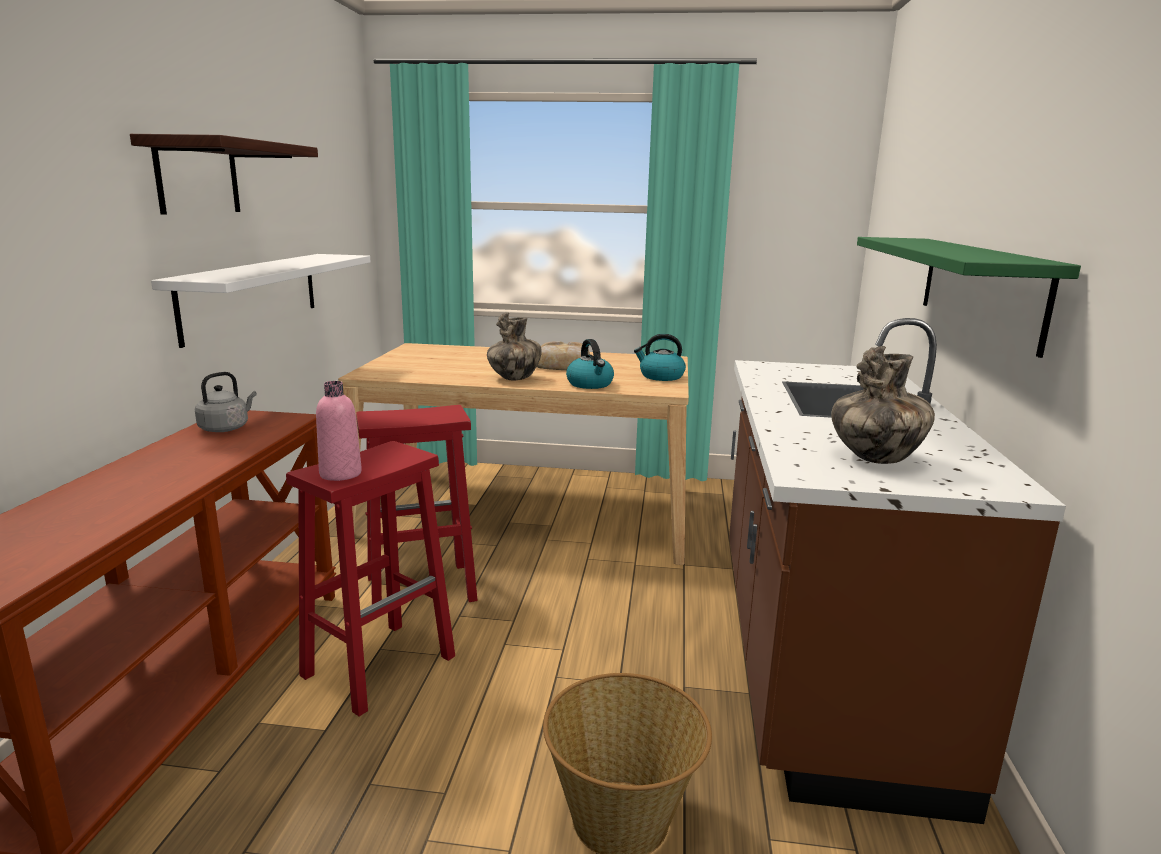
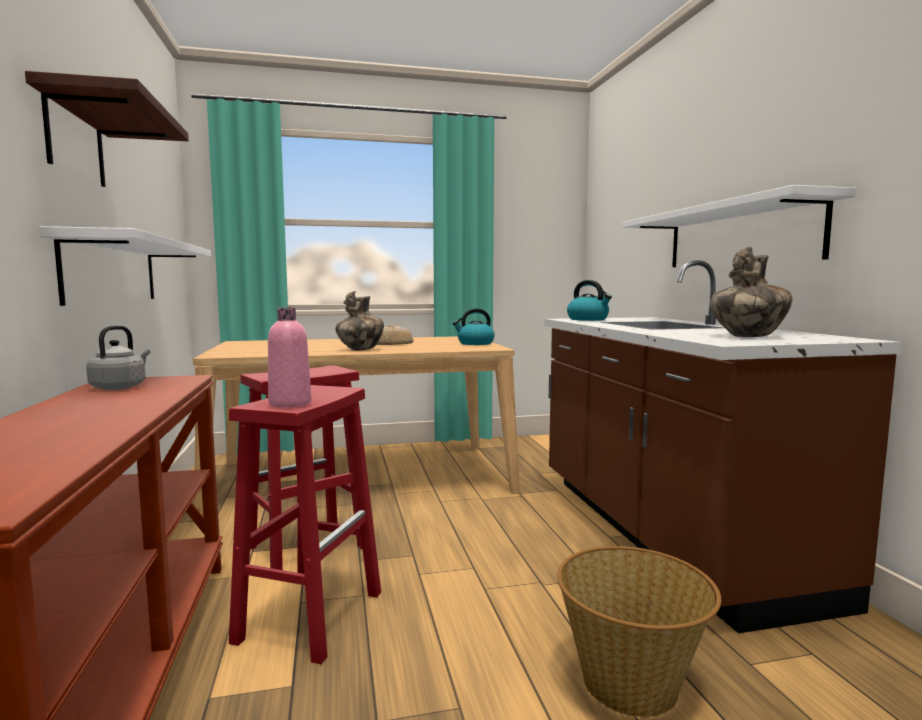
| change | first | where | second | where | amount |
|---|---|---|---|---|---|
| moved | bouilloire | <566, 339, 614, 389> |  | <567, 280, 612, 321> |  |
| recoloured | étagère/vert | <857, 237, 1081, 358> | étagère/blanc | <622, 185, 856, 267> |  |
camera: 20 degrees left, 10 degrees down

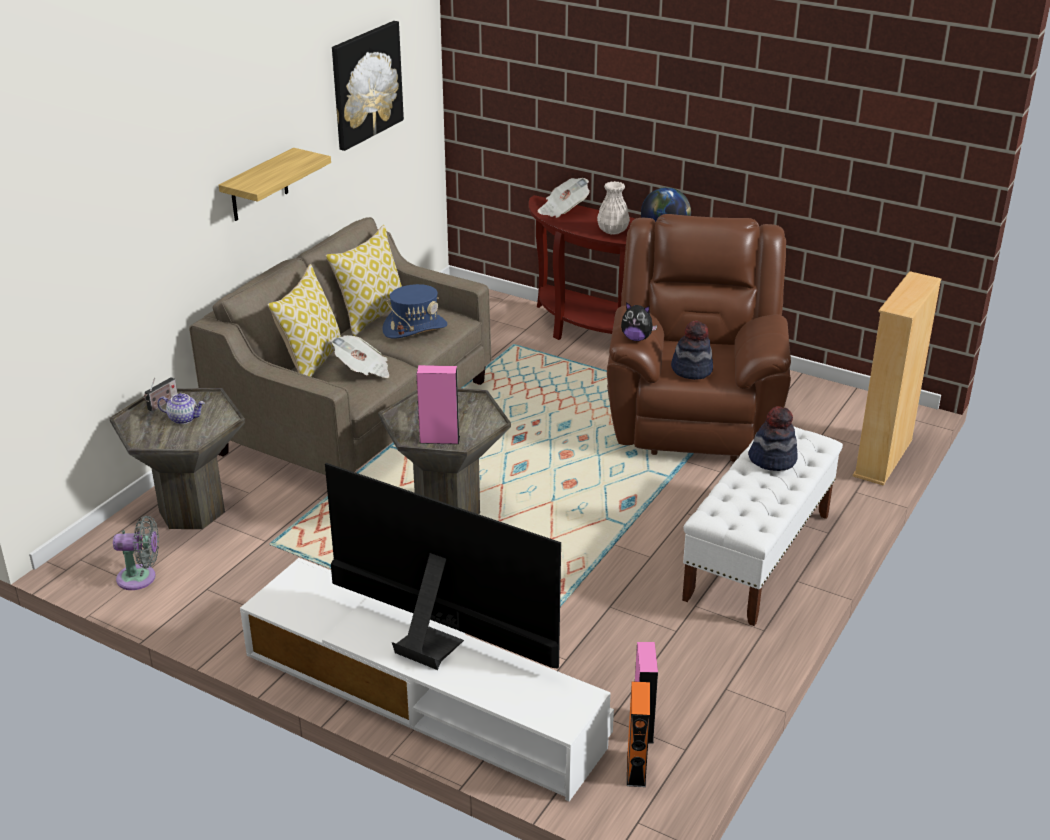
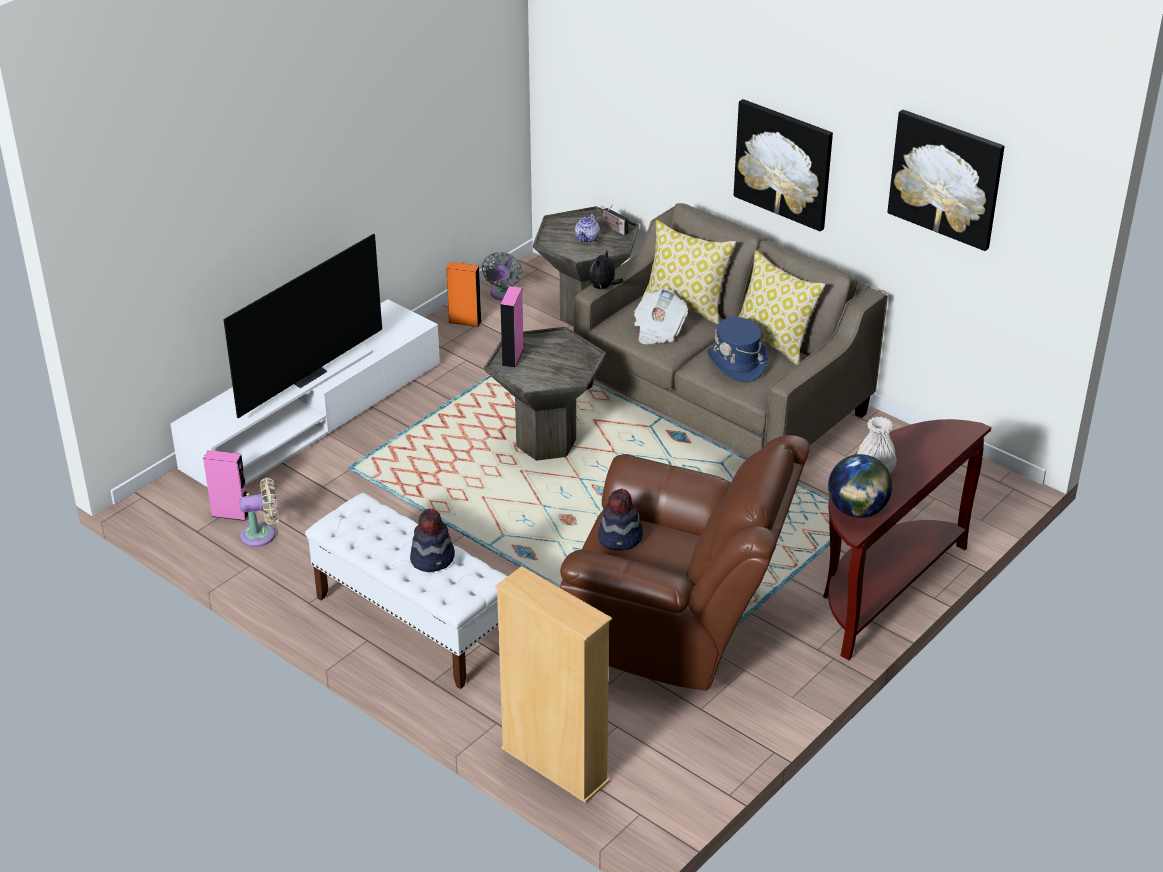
| change | first | where | second | where | amount |
|---|---|---|---|---|---|
| added |  |  | ventilateur/beige | <239, 477, 279, 547> |  |
| moved | enceinte/orange | <627, 681, 650, 787> |  | <446, 262, 482, 327> |  |
| moved | peluche | <621, 302, 657, 341> |  | <589, 250, 623, 289> |  |
| replaced | étagère | <219, 148, 331, 221> | tableau | <734, 99, 833, 231> |  |
| removed | journal | <538, 178, 590, 218> |  |  |  |
camera: 100 degrees right, 5 degrees up

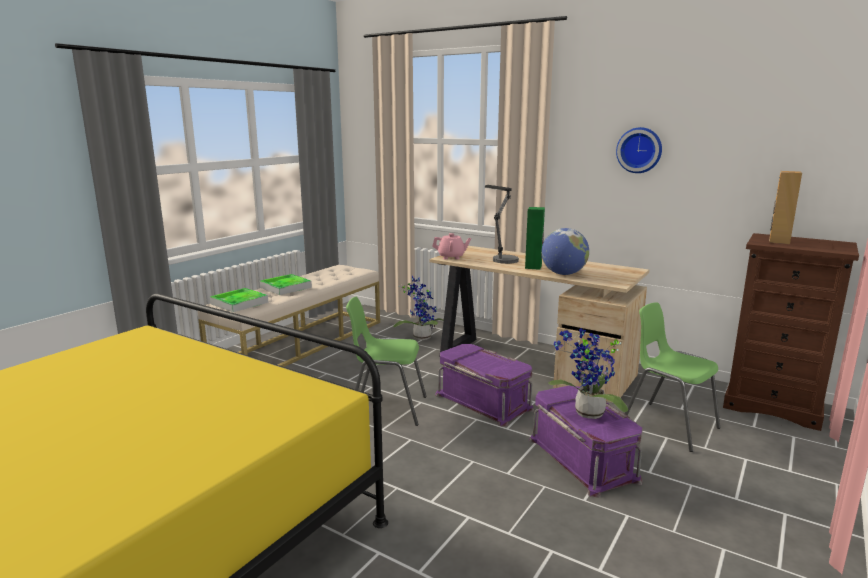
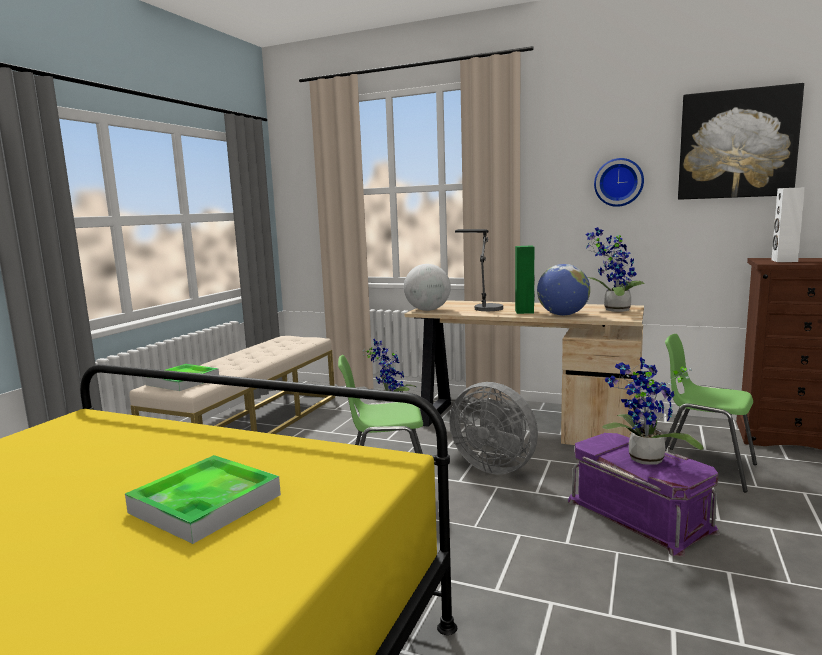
| change | first | where | second | where | amount |
|---|---|---|---|---|---|
| moved | plateau | <260, 274, 312, 295> |  | <125, 455, 281, 544> |  |
| replaced | théière/rose | <432, 233, 471, 259> | globe | <404, 264, 451, 311> |  |
| replaced | boîte de rangement/violet | <436, 344, 534, 426> | ventilateur/gris | <449, 382, 538, 474> |  |
| added |  |  | plante en pot | <586, 227, 645, 312> |  |
| added |  |  | tableau | <678, 83, 804, 200> |  |
| recoloured | enceinte/marron | <769, 171, 802, 244> | enceinte/blanc | <771, 187, 805, 262> |  |
camera: 10 degrees left, 5 degrees down

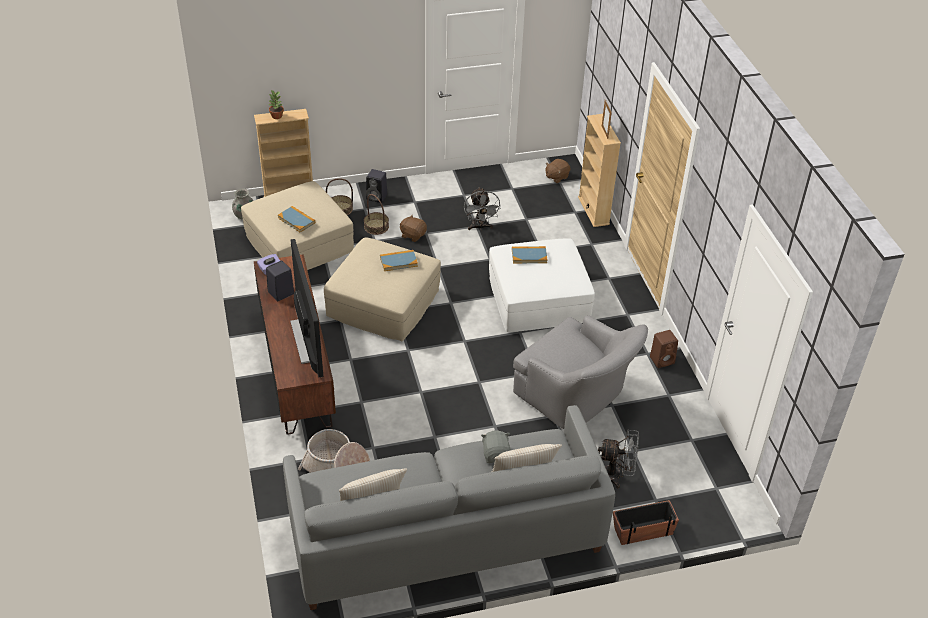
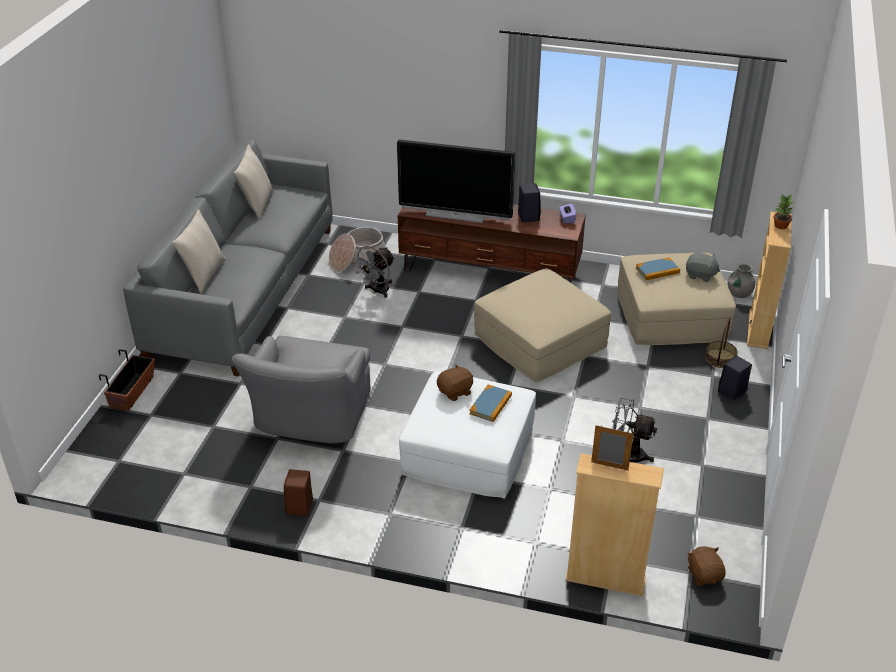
| change | first | where | second | where | amount |
|---|---|---|---|---|---|
| turned | fauteuil/gris | <513, 316, 648, 429> |  | <232, 336, 371, 443> | 60 degrees counterclockwise |
| moved | ventilateur/gris | <598, 429, 639, 489> |  | <352, 246, 395, 298> |  |
| moved | peluche/marron | <400, 215, 427, 242> |  | <437, 364, 473, 401> |  |
| moved | peluche/gris | <481, 430, 511, 463> |  | <686, 252, 720, 282> |  |
| removed | panier | <364, 194, 389, 235> |  |  |  |
| removed | livre | <380, 250, 418, 271> |  |  |  |
camera: 120 degrees right, 5 degrees down

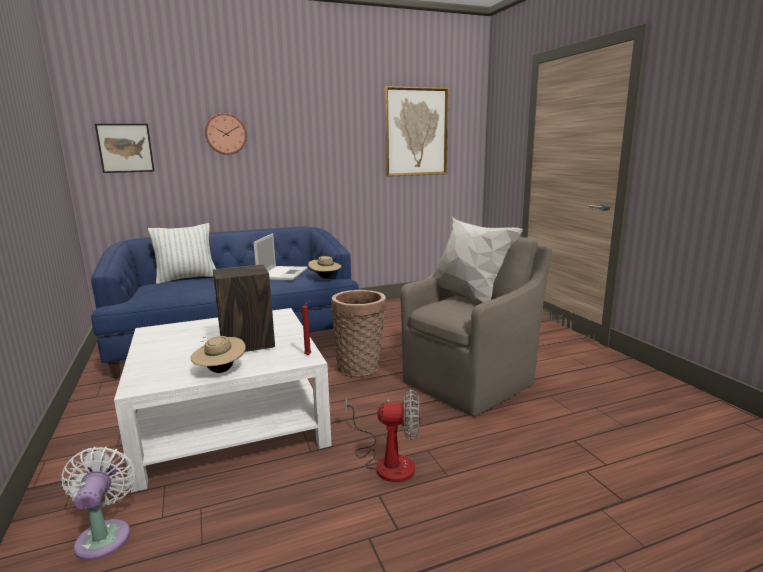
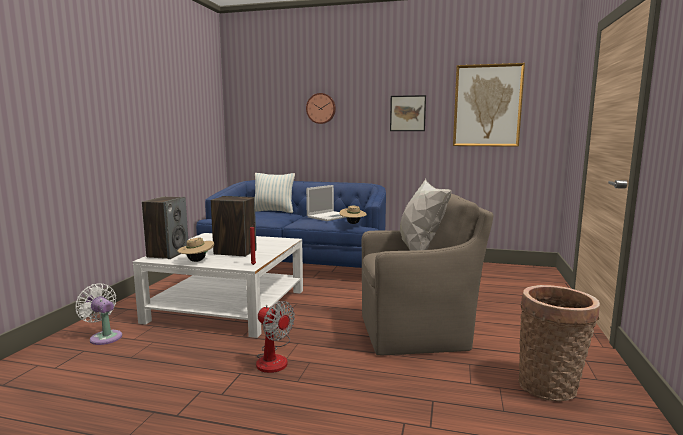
| change | first | where | second | where | amount |
|---|---|---|---|---|---|
| turned | ventilateur/blanc | <62, 446, 135, 560> |  | <75, 283, 122, 345> | 75 degrees counterclockwise |
| added |  |  | enceinte | <142, 197, 188, 259> |  |
| moved | tableau | <95, 124, 154, 173> |  | <390, 95, 426, 131> |  |
| moved | panier | <331, 290, 387, 377> |  | <519, 285, 600, 402> |  |
camera: 35 degrees right, 5 degrees down

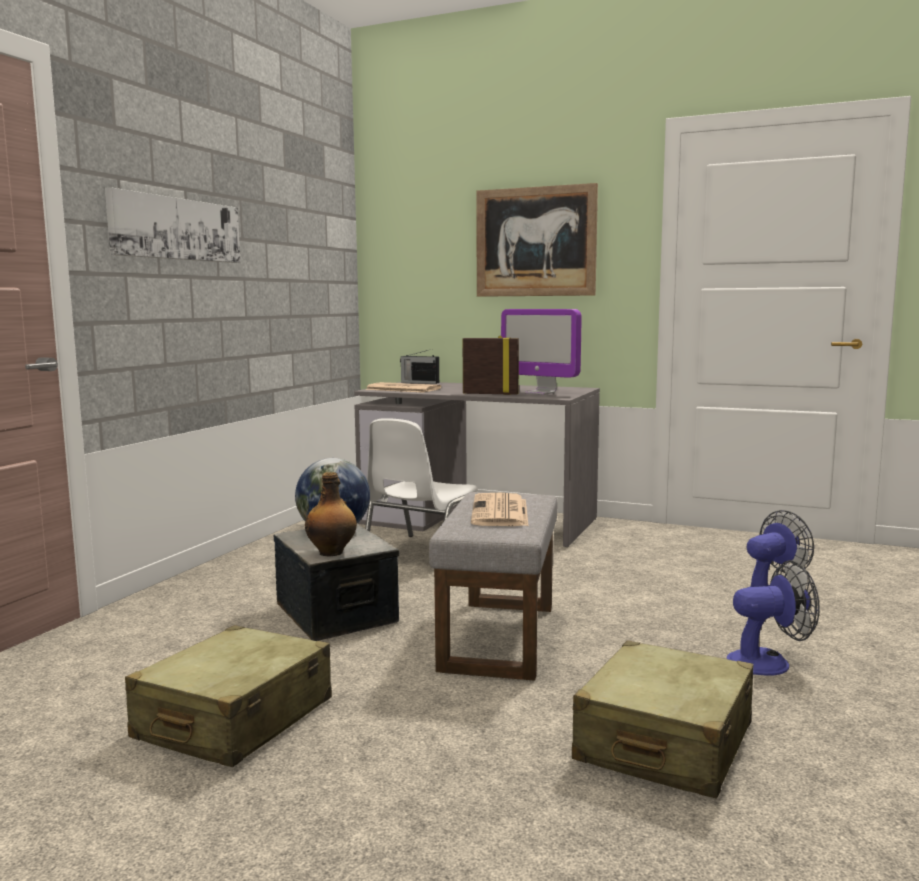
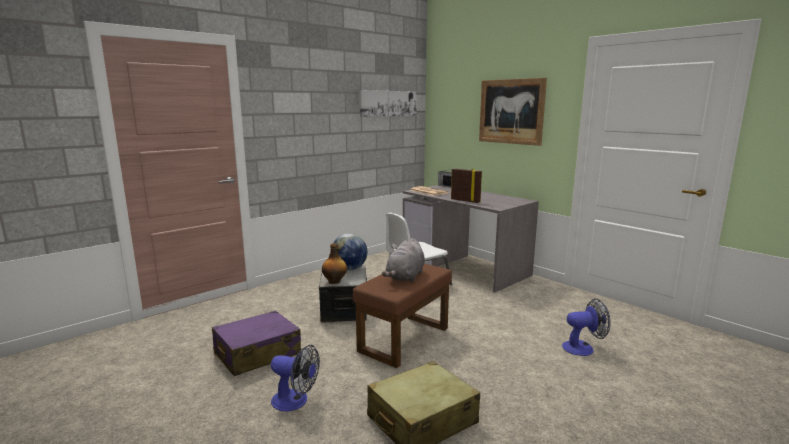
| change | first | where | second | where | amount |
|---|---|---|---|---|---|
| recoloured | valise/beige | <125, 625, 332, 767> | valise/violet | <212, 311, 301, 376> |  |
| moved | ventilateur | <727, 560, 819, 675> |  | <271, 345, 320, 412> |  |
| recoloured | pouf/gris | <429, 492, 557, 681> | pouf/marron | <353, 264, 452, 368> |  |
| moved | tableau | <105, 187, 240, 263> |  | <359, 90, 417, 117> |  |
| replaced | journal | <471, 493, 528, 526> | peluche/gris | <382, 238, 425, 282> |  |
| removed | écran d'ordinateur | <501, 309, 581, 395> |  |  |  |
camera: 25 degrees right, 5 degrees up

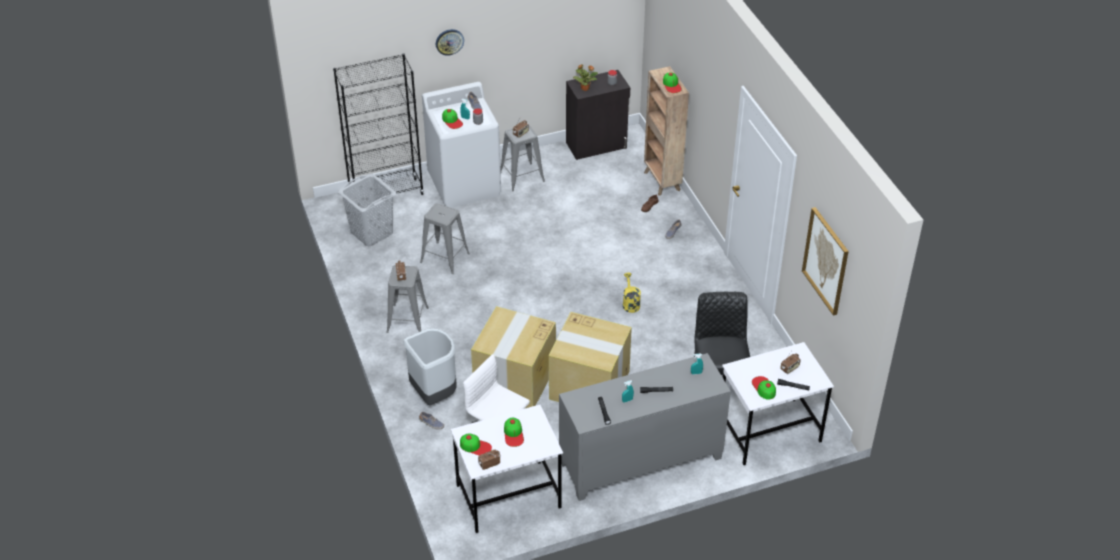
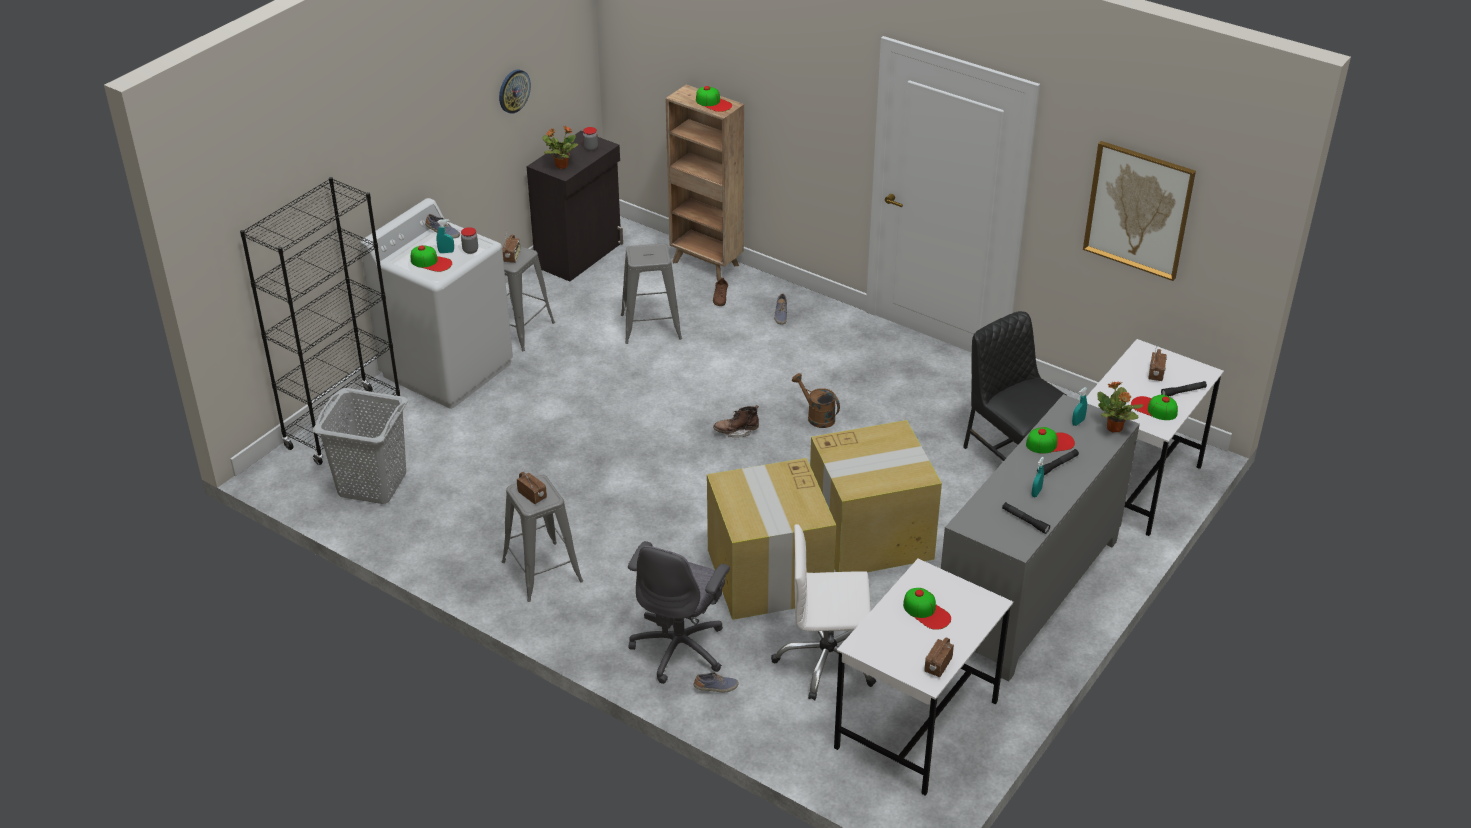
| change | first | where | second | where | amount |
|---|---|---|---|---|---|
| moved | horloge murale | <436, 29, 464, 56> |  | <499, 70, 531, 114> |  |
| moved | tabouret/gris | <420, 203, 470, 274> |  | <621, 243, 682, 344> |  |
| replaced | poubelle/gris | <403, 328, 457, 405> | chaise de bureau/gris | <628, 541, 730, 684> |  |
| added |  |  | botte/marron | <713, 405, 759, 438> |  |
| recoloured | arrosoir/jaune | <623, 273, 641, 313> | arrosoir/marron | <792, 373, 840, 428> |  |
| moved | casquette | <460, 433, 492, 455> |  | <1026, 427, 1075, 453> |  |
| added |  |  | plante en pot | <1097, 381, 1143, 432> |  |
camera: 35 degrees left, 5 degrees down

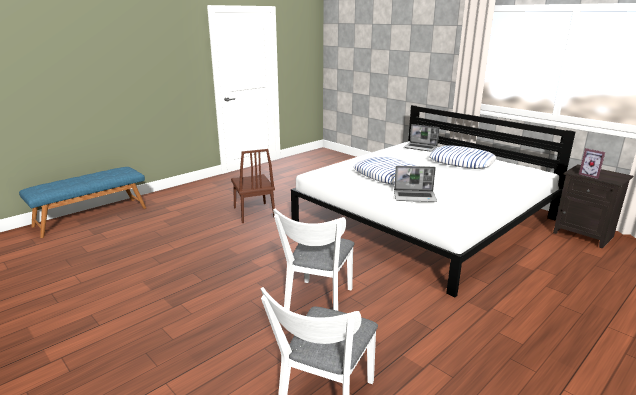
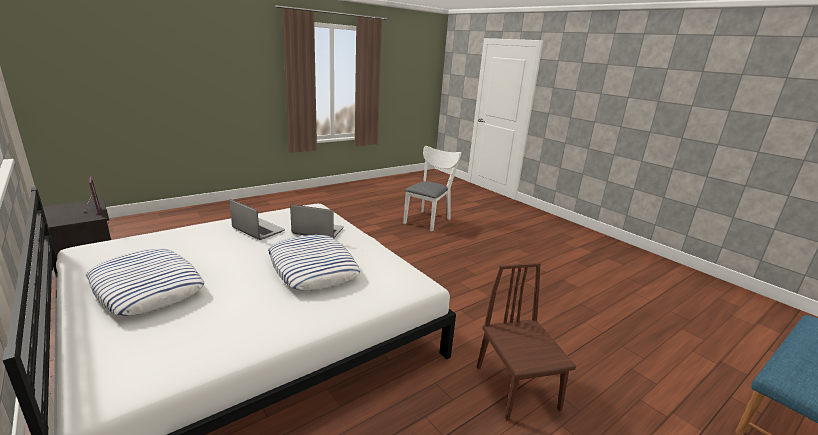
| change | first | where | second | where | amount |
|---|---|---|---|---|---|
| moved | ordinateur portable | <404, 124, 439, 152> |  | <229, 199, 285, 240> |  |
| removed | chaise/blanc | <273, 209, 354, 311> |  |  |  |
camera: 175 degrees left, 0 degrees up

